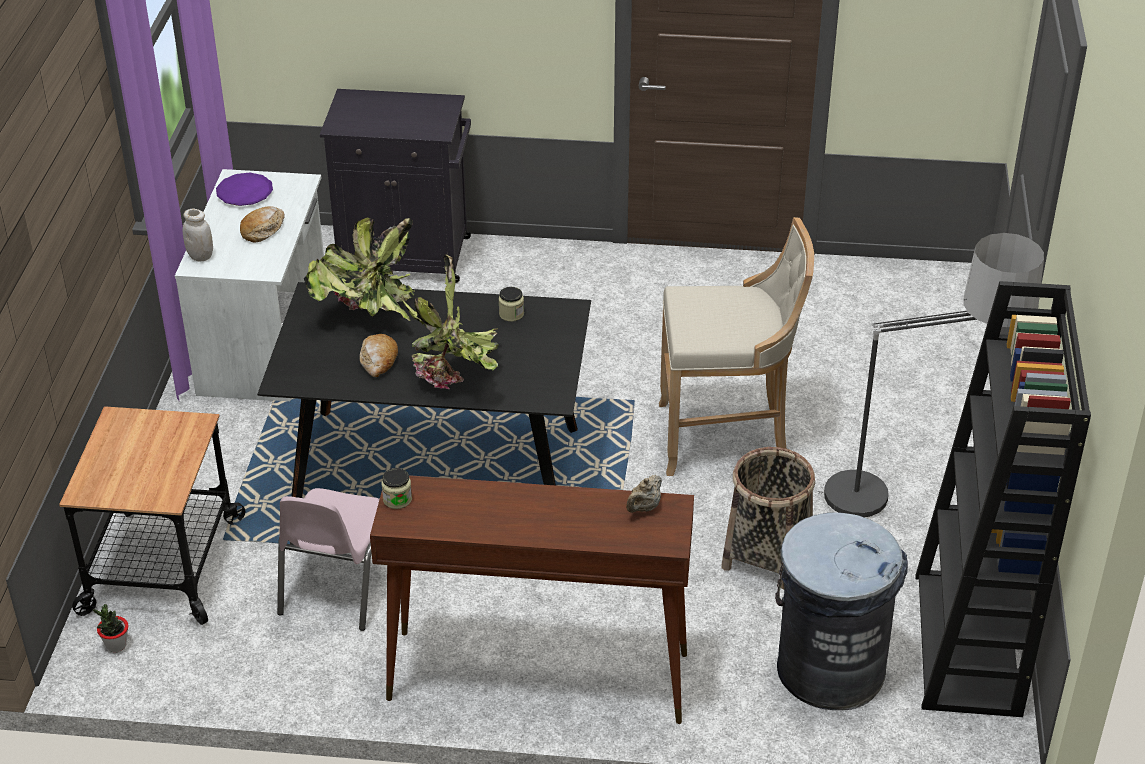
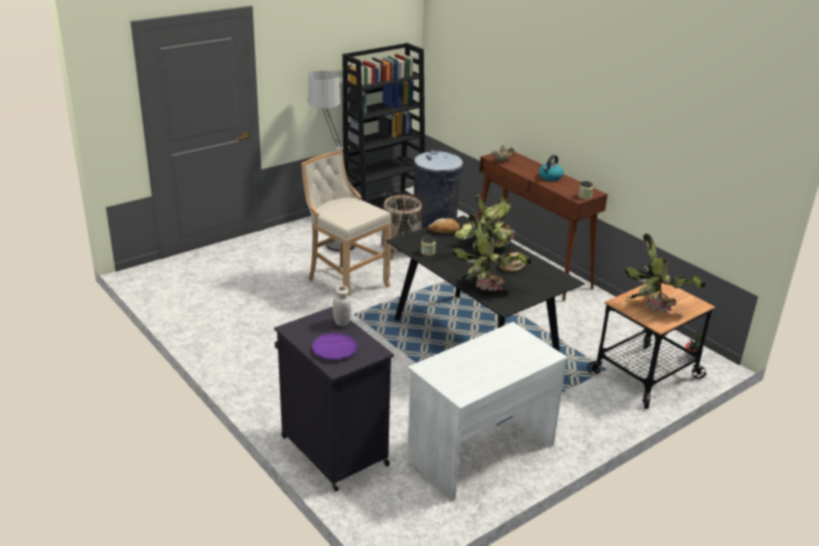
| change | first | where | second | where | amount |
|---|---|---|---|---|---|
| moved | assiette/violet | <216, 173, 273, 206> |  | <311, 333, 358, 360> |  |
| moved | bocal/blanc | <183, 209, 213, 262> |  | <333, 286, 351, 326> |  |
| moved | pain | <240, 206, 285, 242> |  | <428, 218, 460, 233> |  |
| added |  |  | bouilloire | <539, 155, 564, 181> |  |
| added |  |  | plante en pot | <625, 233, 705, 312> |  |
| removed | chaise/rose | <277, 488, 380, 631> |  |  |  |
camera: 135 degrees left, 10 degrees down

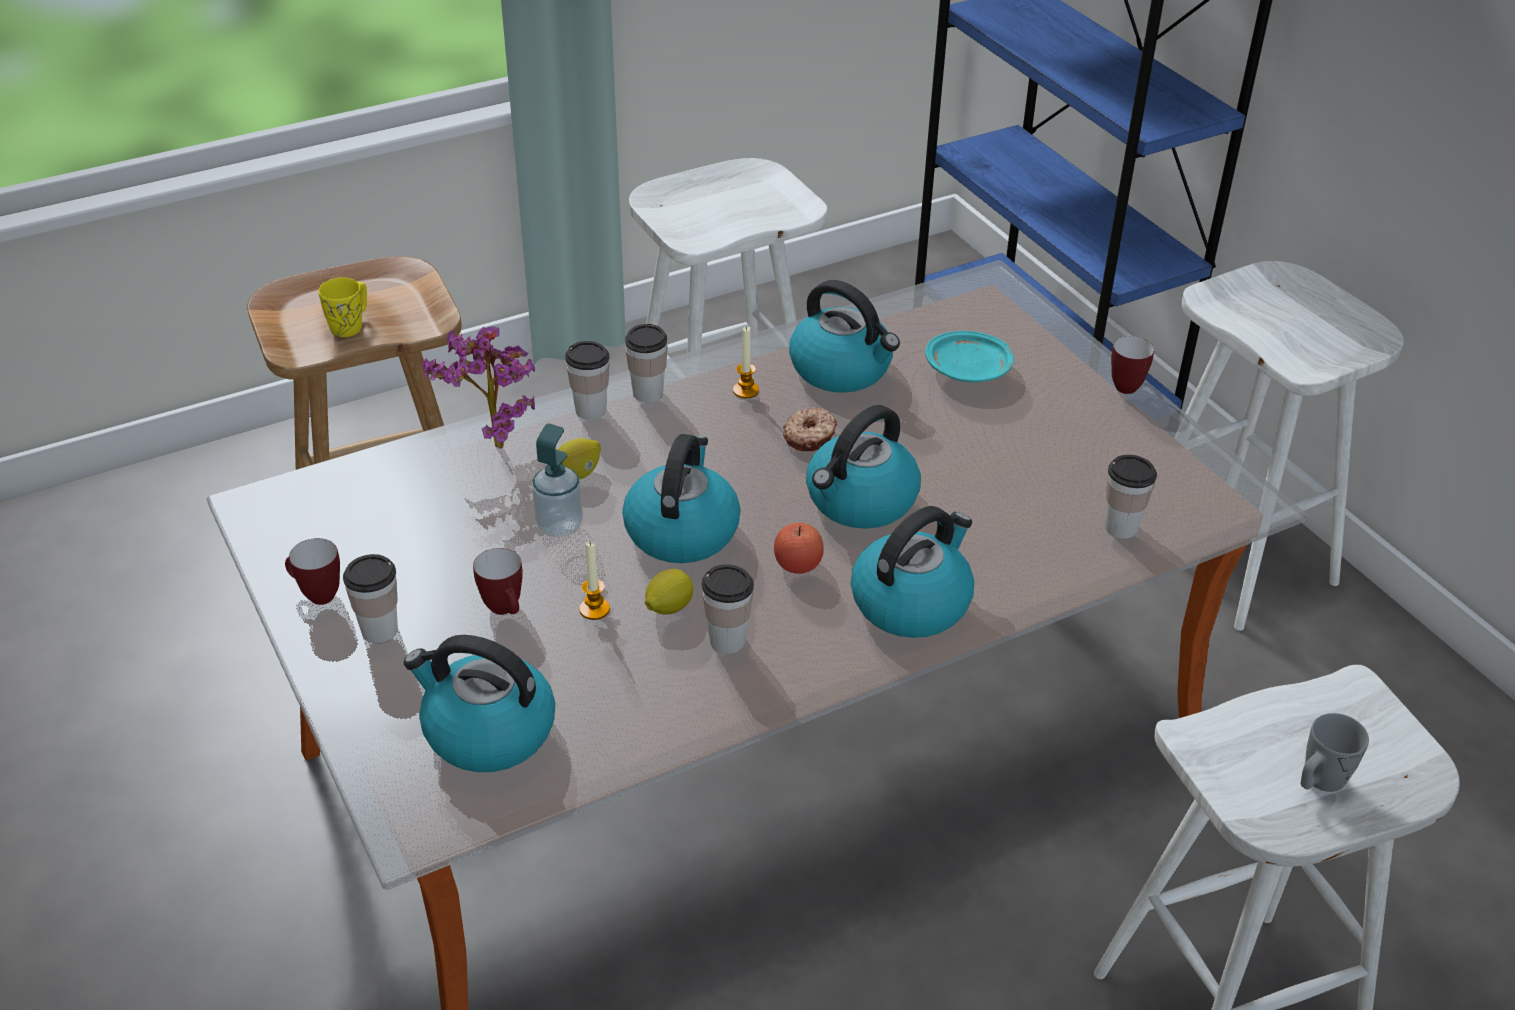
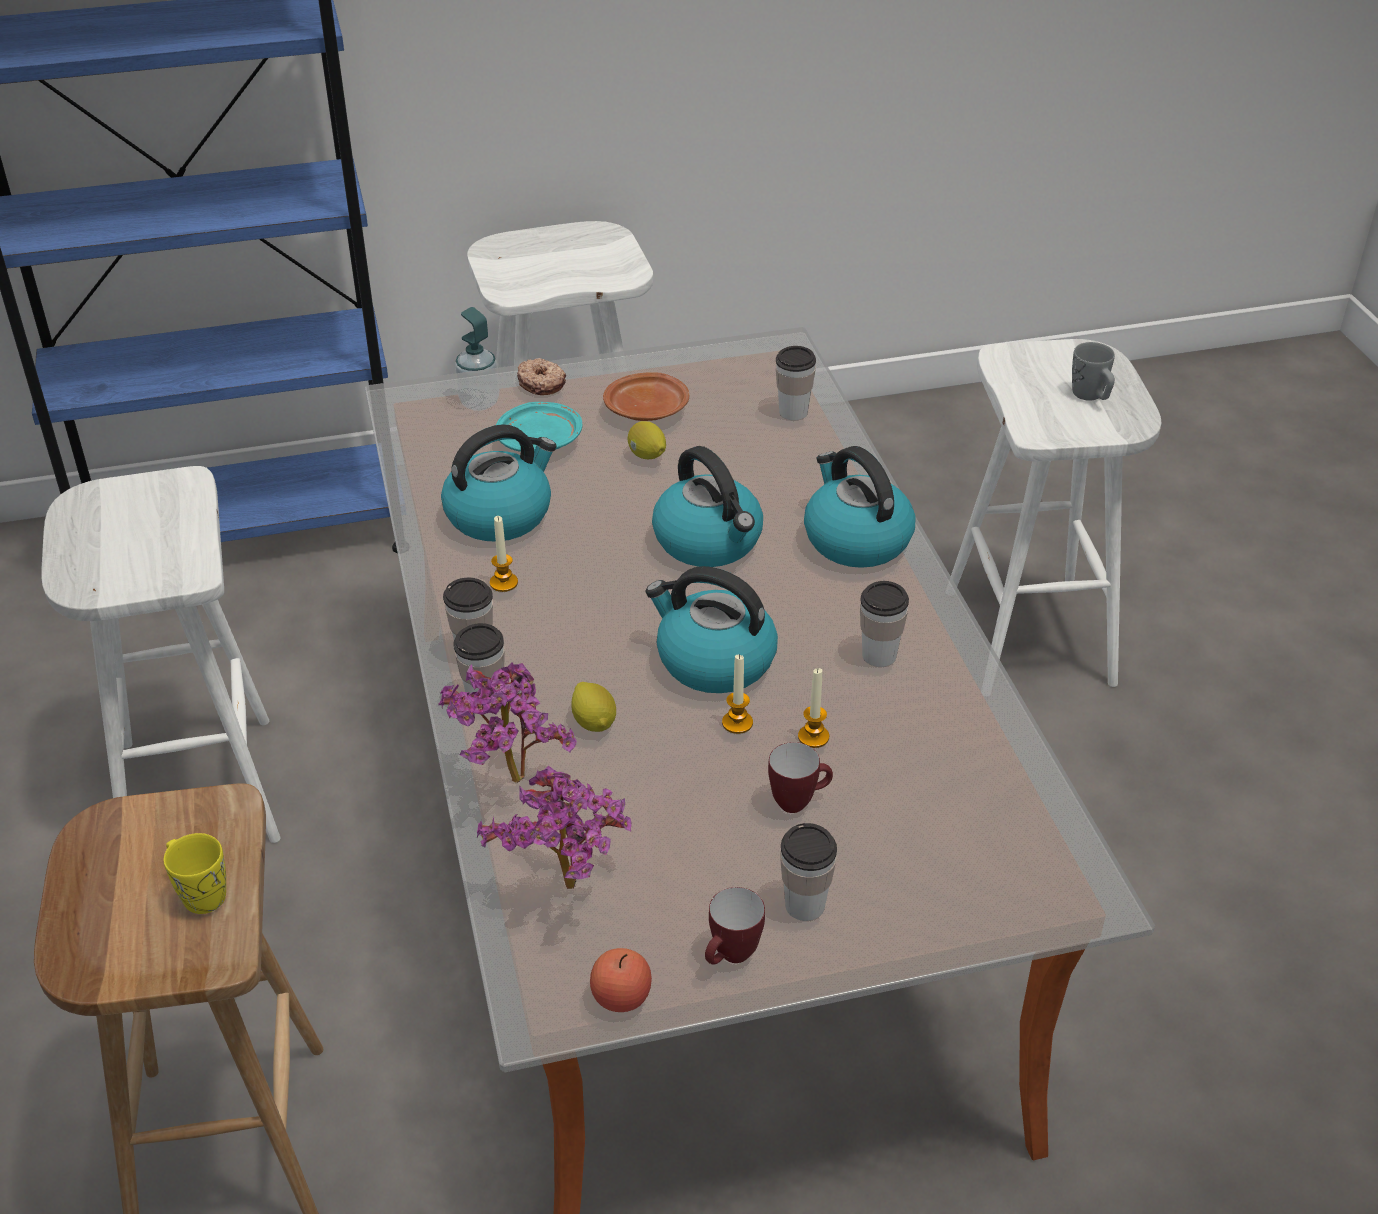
| change | first | where | second | where | amount |
|---|---|---|---|---|---|
| moved | distributeur de savon | <532, 424, 583, 537> |  | <455, 307, 500, 411> |  |
| added |  |  | plante en pot | <477, 766, 632, 889> |  |
| moved | beignet | <783, 407, 837, 451> |  | <517, 358, 566, 395> |  |
| moved | pomme | <774, 523, 824, 574> |  | <590, 948, 652, 1012> |  |
| added |  |  | assiette/marron | <603, 372, 689, 421> |  |
| moved | citron | <645, 569, 693, 615> |  | <628, 421, 666, 459> |  |
| added |  |  | bougie | <722, 654, 753, 734> |  |
| removed | bouilloire | <404, 635, 555, 772> |  |  |  |
| removed | mug | <1111, 336, 1154, 394> |  |  |  |
camera: 75 degrees left, 0 degrees up

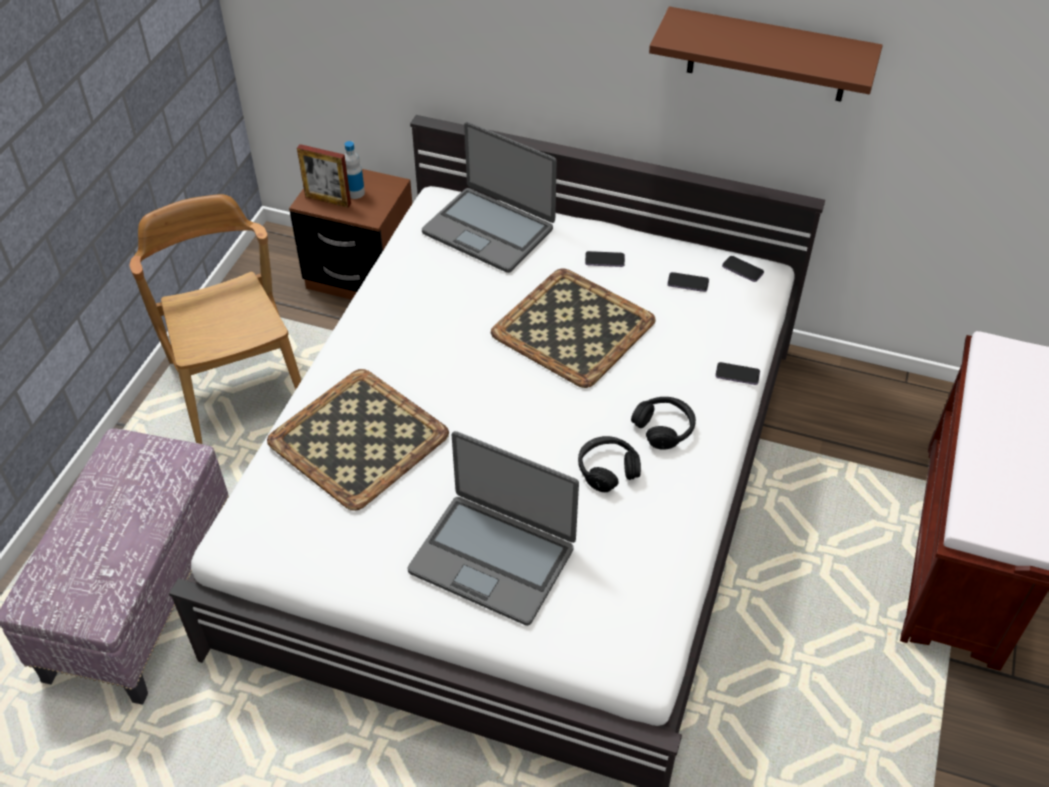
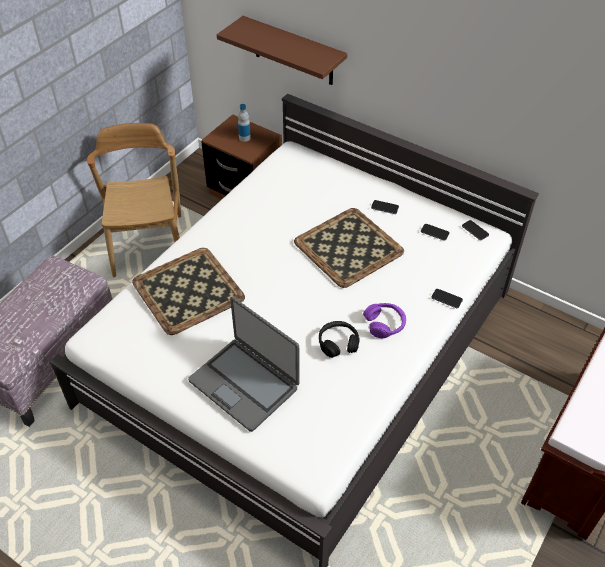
| change | first | where | second | where | amount |
|---|---|---|---|---|---|
| moved | étagère/marron | <649, 6, 883, 102> |  | <217, 16, 347, 85> |  |
| recoloured | casque audio/noir | <631, 397, 696, 450> | casque audio/violet | <363, 303, 406, 338> |  |
| removed | cadre photo | <297, 144, 351, 208> |  |  |  |
| removed | ordinateur portable | <422, 122, 557, 273> |  |  |  |
camera: 15 degrees right, 0 degrees up

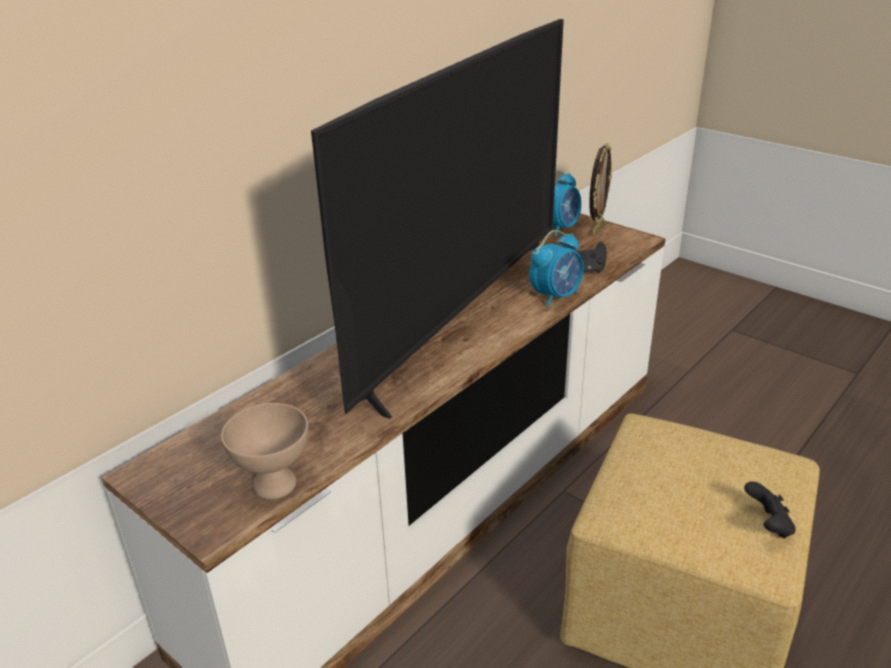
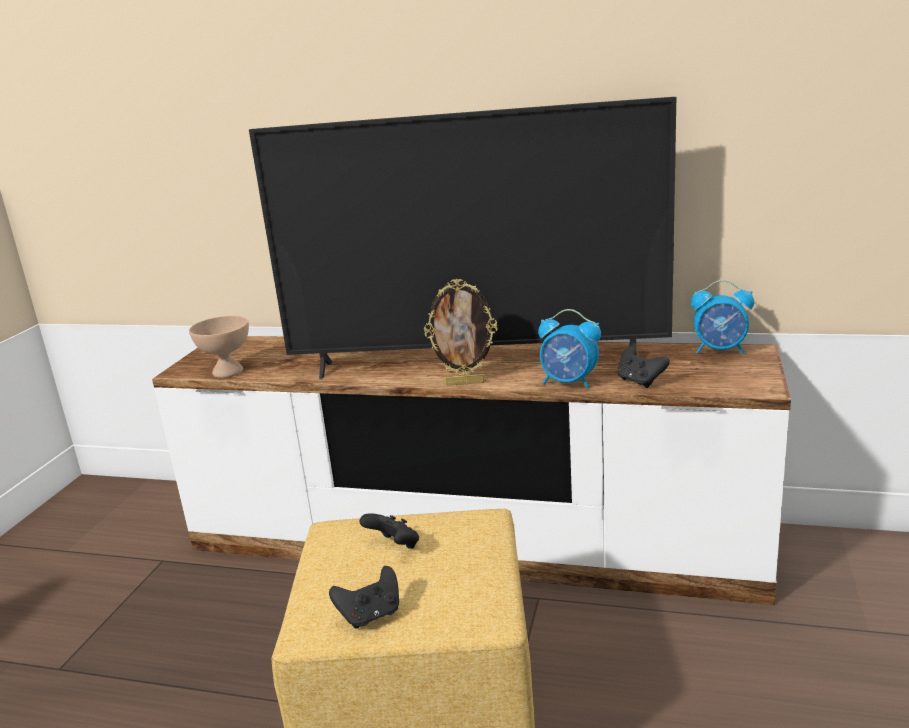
| change | first | where | second | where | amount |
|---|---|---|---|---|---|
| added |  |  | manette/noir | <359, 513, 419, 549> |  |
| moved | cadre photo | <589, 143, 612, 236> |  | <424, 279, 498, 386> |  |
camera: 65 degrees right, 10 degrees down

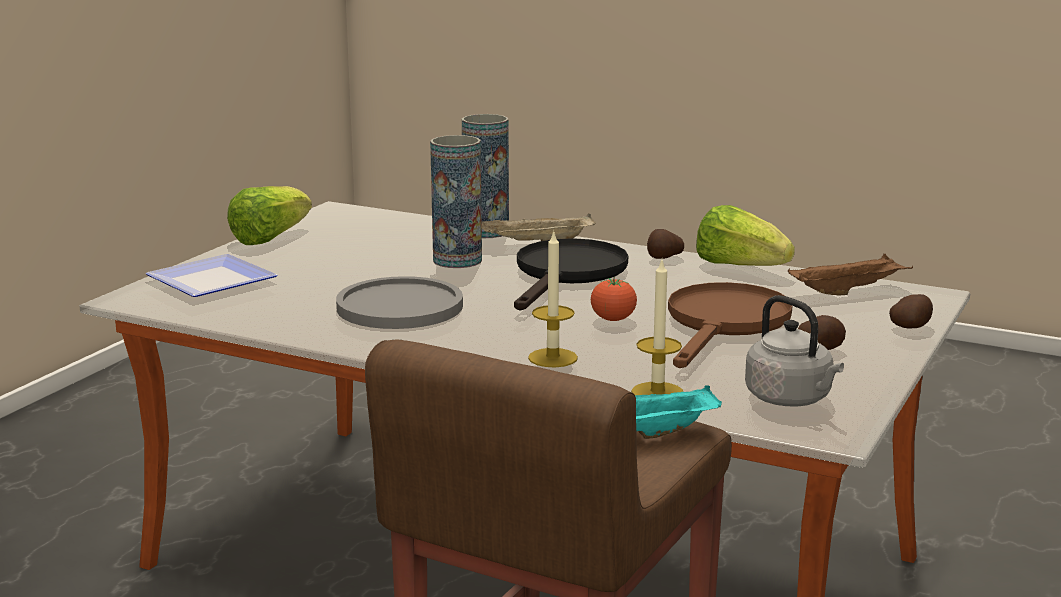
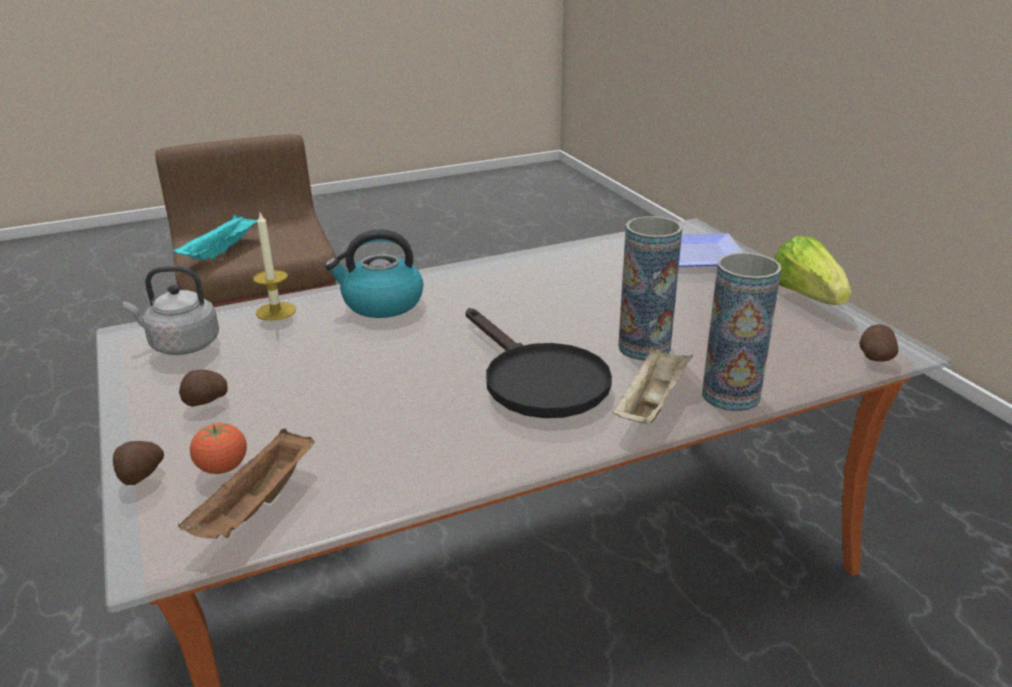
| change | first | where | second | where | amount |
|---|---|---|---|---|---|
| moved | tomate | <591, 277, 637, 321> |  | <190, 423, 247, 474> |  |
| replaced | bougie | <528, 230, 578, 367> | bouilloire | <325, 229, 423, 318> |  |
| moved | pomme de terre | <647, 229, 684, 259> |  | <859, 324, 898, 362> |  |
| removed | assiette/gris | <336, 276, 463, 329> |  |  |  |
| removed | poêle/marron | <668, 282, 792, 368> |  |  |  |
| removed | laitue | <696, 205, 795, 266> |  |  |  |
camera: 130 degrees right, 10 degrees up

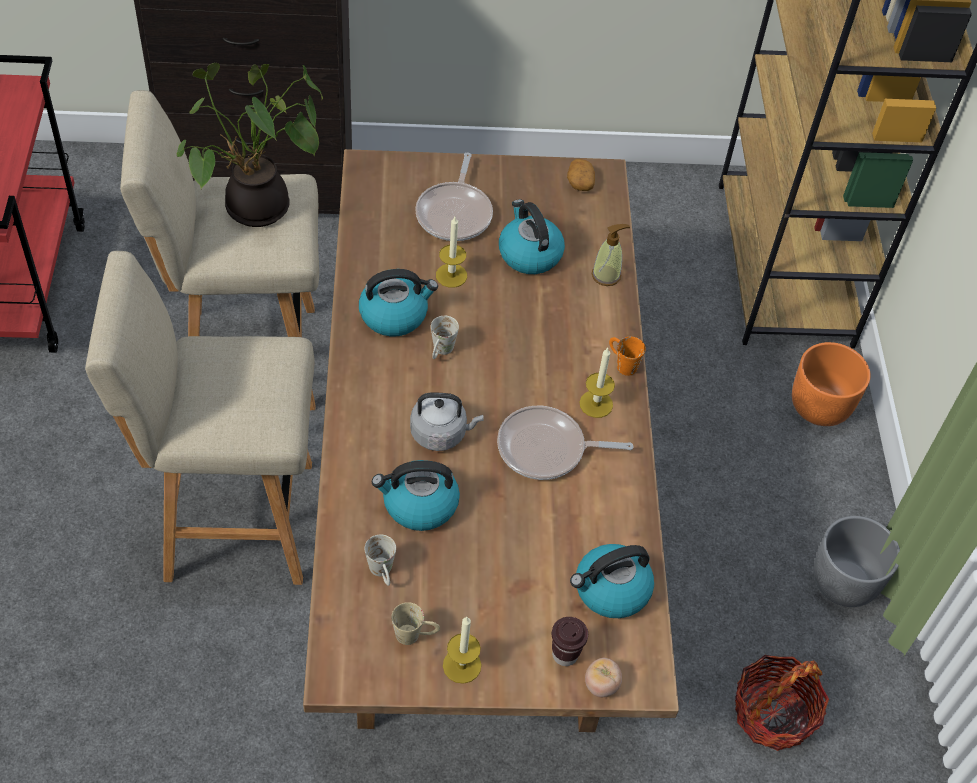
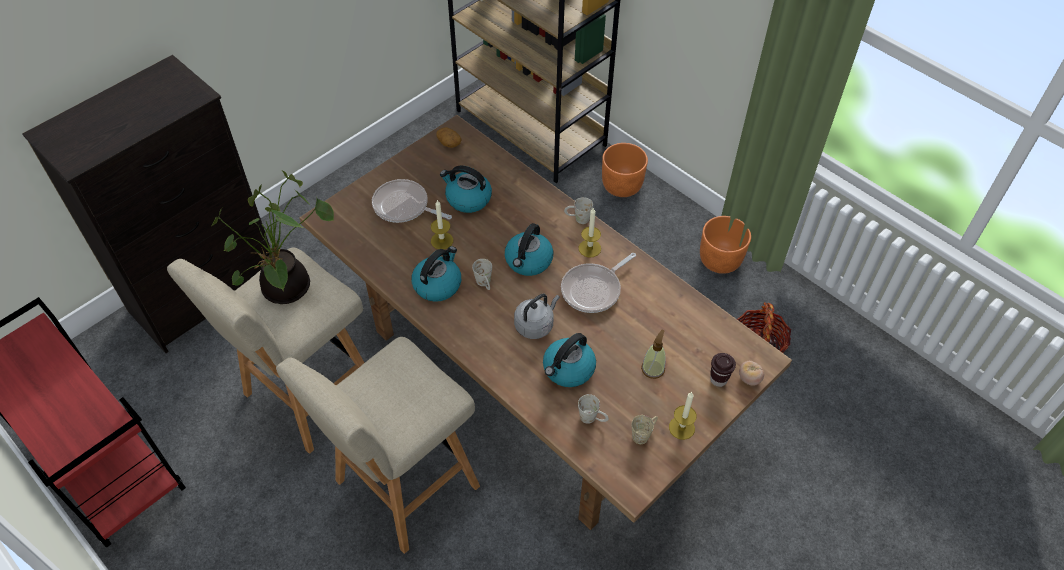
| change | first | where | second | where | amount |
|---|---|---|---|---|---|
| turned | poêle | <415, 152, 493, 241> |  | <372, 179, 452, 223> | 150 degrees clockwise |
| moved | bouilloire | <570, 544, 654, 618> |  | <505, 223, 553, 276> |  |
| recoloured | mug/orange | <609, 337, 646, 376> | mug/blanc | <564, 197, 593, 224> |  |
| moved | distributeur de savon | <592, 224, 630, 286> |  | <641, 330, 666, 379> |  |
| recoloured | cache-pot/gris | <814, 516, 900, 607> | cache-pot/orange | <700, 216, 751, 274> |  |
camera: 40 degrees left, 0 degrees up

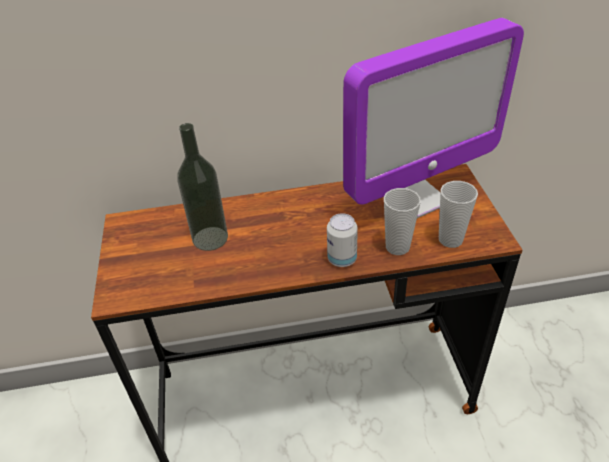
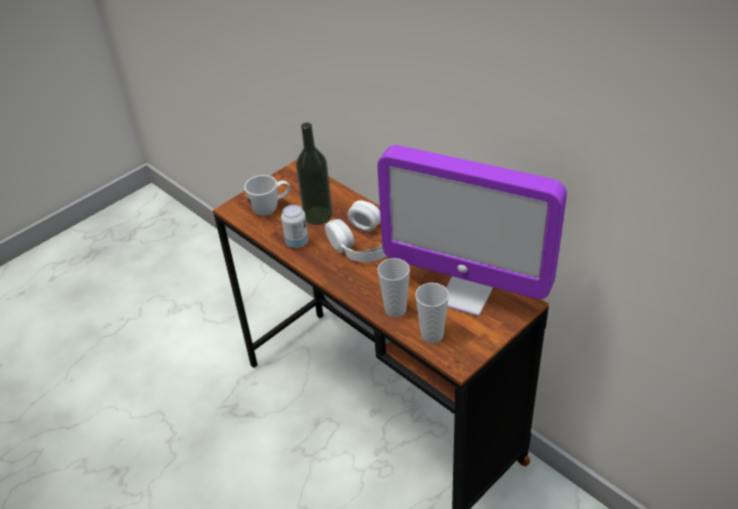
| change | first | where | second | where | amount |
|---|---|---|---|---|---|
| added |  |  | mug/blanc | <244, 175, 291, 216> |  |
| moved | boîte métallique | <327, 213, 358, 267> |  | <281, 204, 309, 248> |  |
| added |  |  | casque audio/blanc | <325, 200, 387, 262> |  |
camera: 55 degrees right, 0 degrees up

